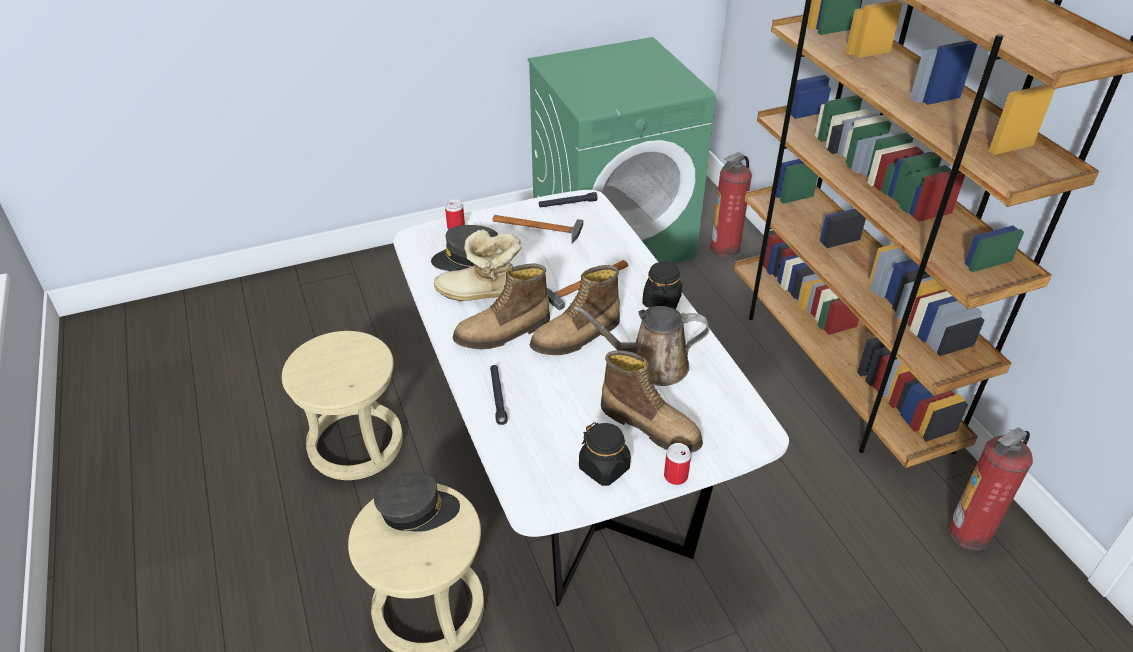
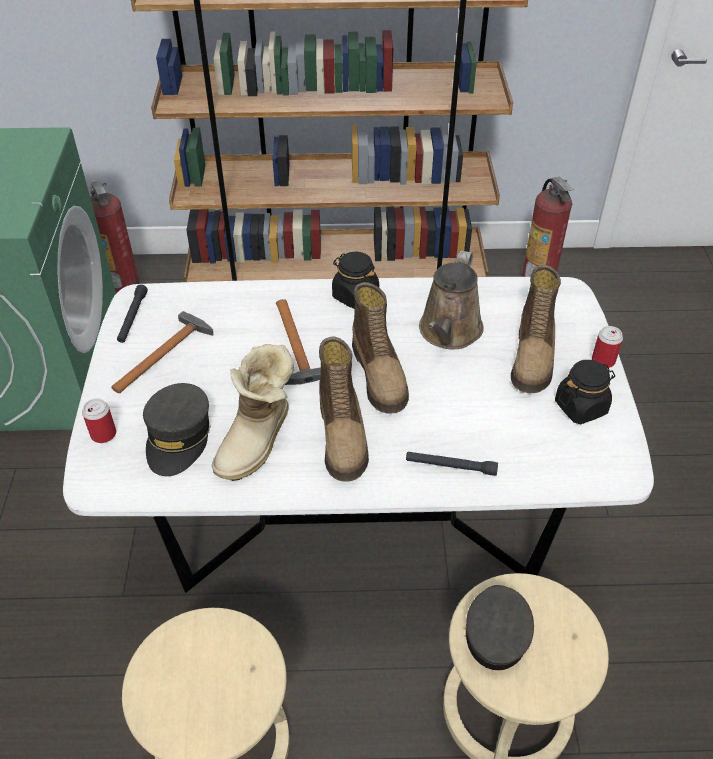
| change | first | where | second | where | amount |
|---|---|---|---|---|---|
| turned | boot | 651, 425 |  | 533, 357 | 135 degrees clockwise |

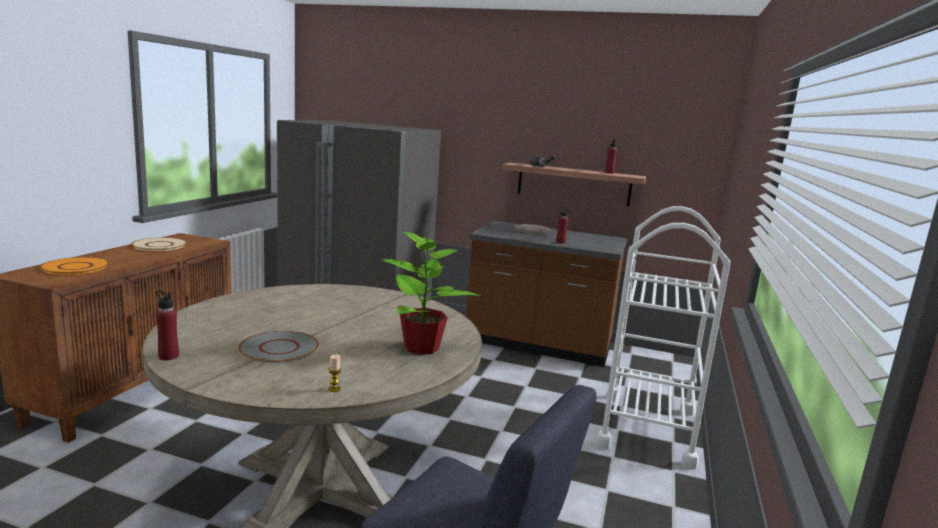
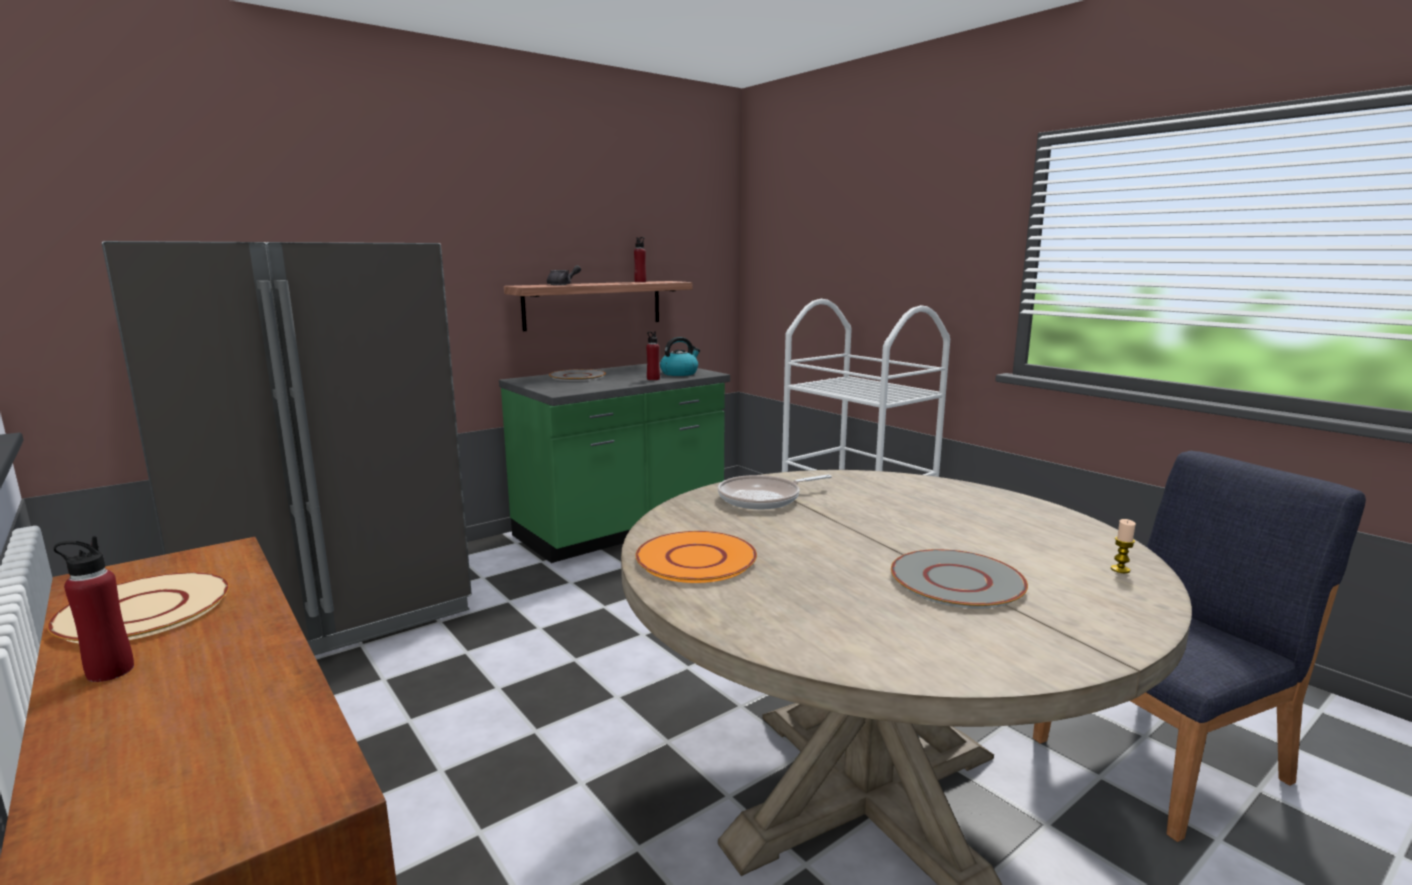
| change | first | where | second | where | amount |
|---|---|---|---|---|---|
| removed | potted plant | 422, 348 |  |  |  |
| added |  |  | kettle | 679, 373 |  |
| added |  |  | frying pan | 764, 498 |  |
| moved | plate/orange | 75, 267 |  | 696, 559 |  |
| moved | bottle/red | 168, 356 |  | 110, 671 |  |
| recoloured | counter/brown | 538, 345 | counter/green | 621, 529 |  |

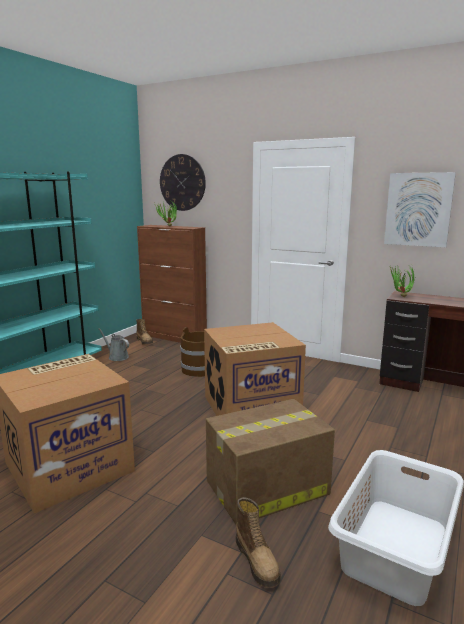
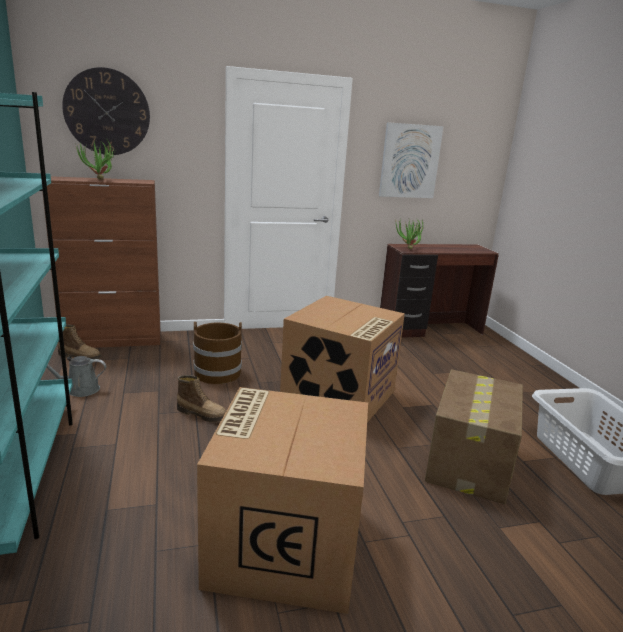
| change | first | where | second | where | amount |
|---|---|---|---|---|---|
| moved | boot | 257, 561 |  | 202, 414 |  |

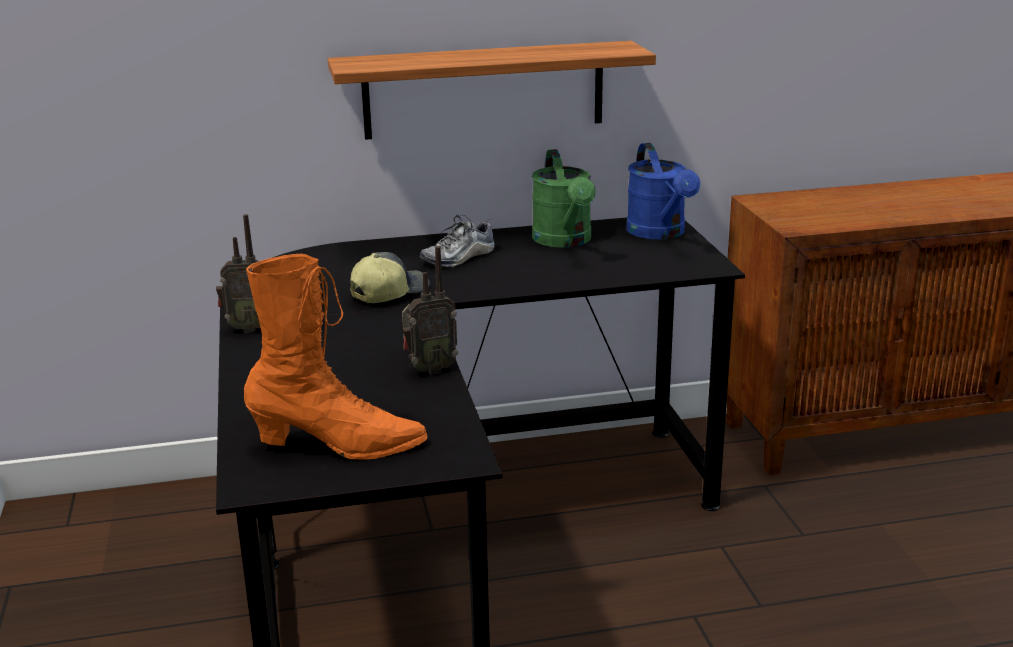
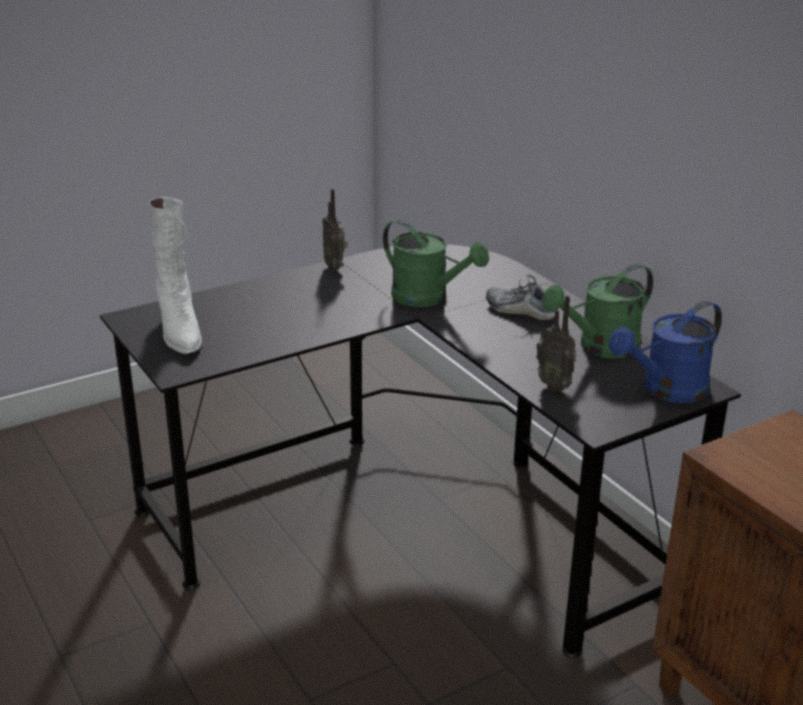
| change | first | where | second | where | amount |
|---|---|---|---|---|---|
| removed | shelf | 484, 90 |  |  |  |
| moved | radio | 429, 370 |  | 555, 386 |  |
| replaced | cap | 389, 292 | watering can/green | 428, 298 |  |
| recoloured | boot/orange | 338, 446 | boot/white | 179, 331 |  |

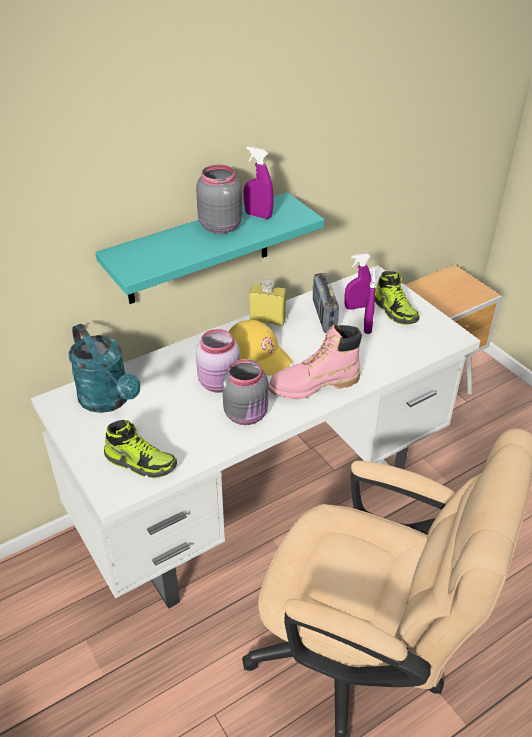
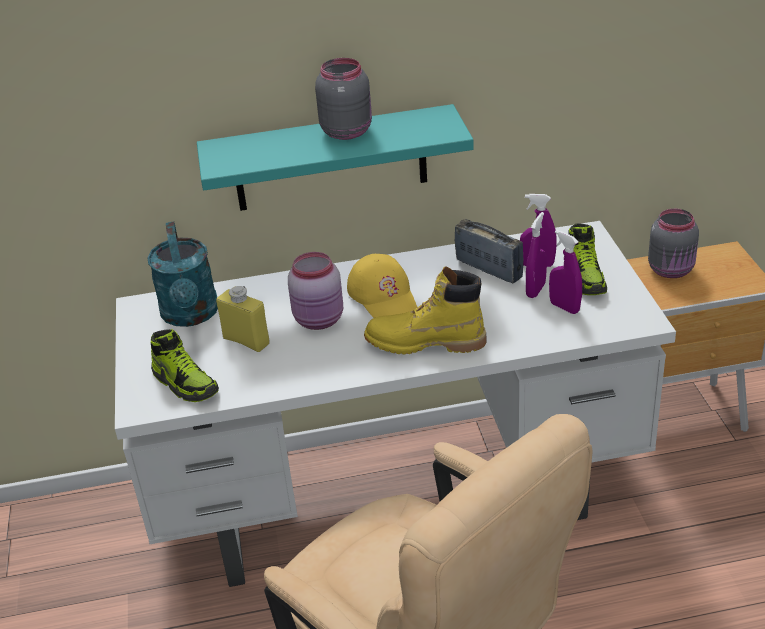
| change | first | where | second | where | amount |
|---|---|---|---|---|---|
| moved | jar/grey | 247, 414 |  | 672, 270 |  |
| moved | spray bottle/purple | 258, 215 |  | 564, 307 |  |
| moved | bottle/yellow | 267, 320 |  | 246, 341 |  |
| recoloured | boot/pink | 313, 385 | boot/yellow | 425, 343 |  |
| turned | radio | 324, 316 |  | 489, 269 | 120 degrees clockwise |

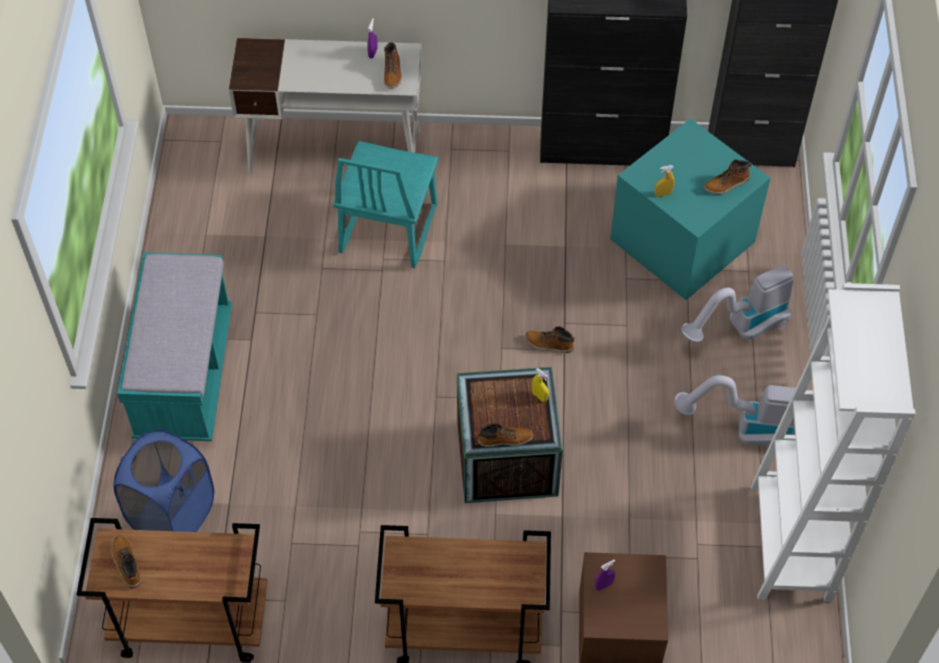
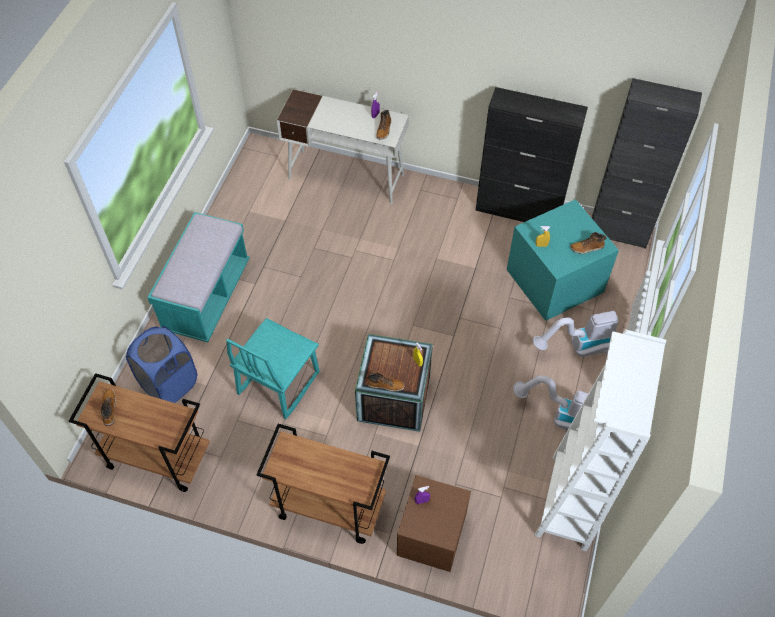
| change | first | where | second | where | amount |
|---|---|---|---|---|---|
| removed | boot | 548, 344 |  |  |  |
| moved | chair/turquoise | 387, 228 |  | 278, 383 |  |

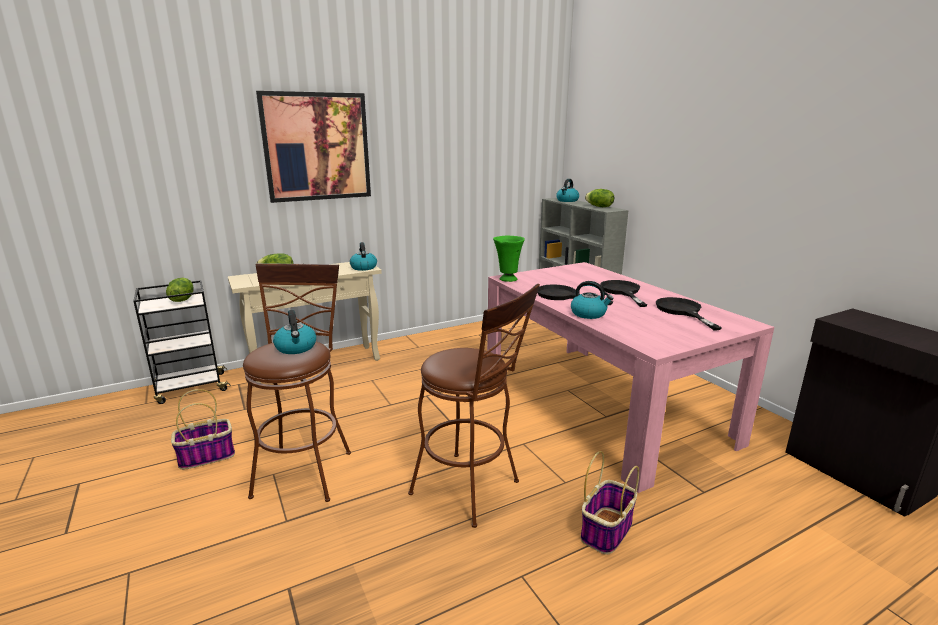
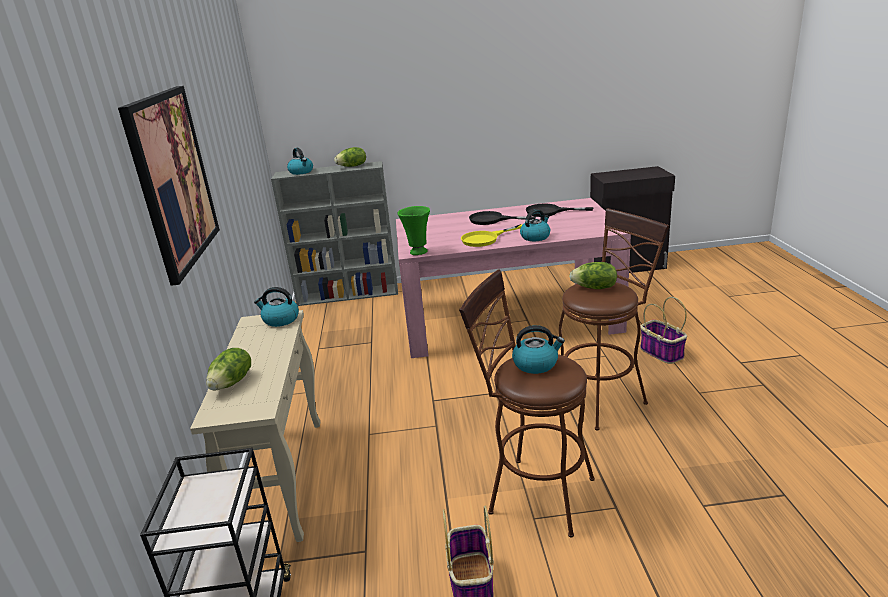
| change | first | where | second | where | amount |
|---|---|---|---|---|---|
| moved | lettuce | 182, 299 |  | 594, 288 |  |
| recoloured | frying pan/black | 563, 296 | frying pan/yellow | 485, 239 |  |

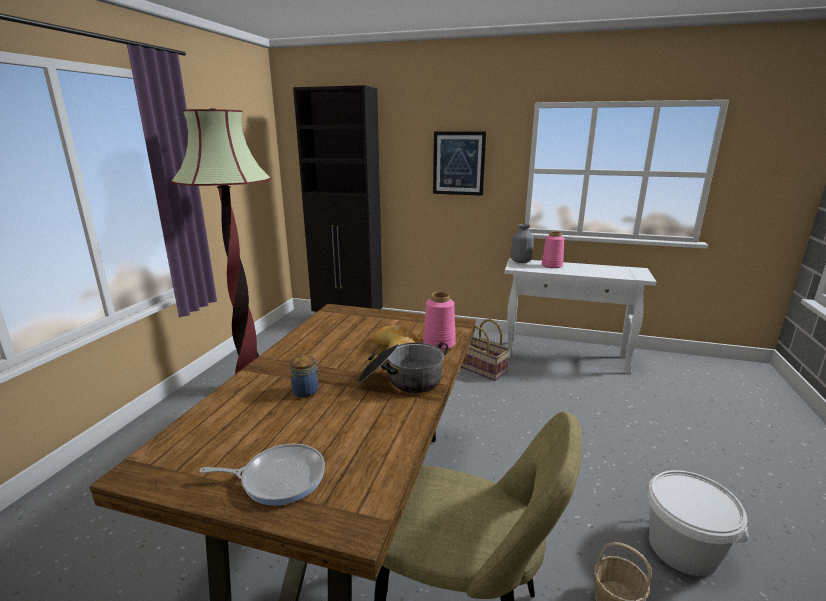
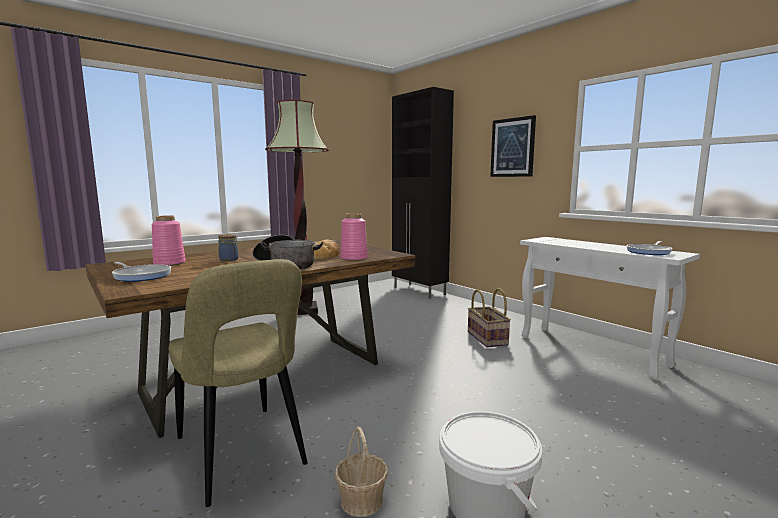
| change | first | where | second | where | amount |
|---|---|---|---|---|---|
| removed | vase/grey | 521, 261 |  |  |  |
| added |  |  | frying pan | 649, 252 |  |
| moved | vase/pink | 551, 265 |  | 169, 263 |  |

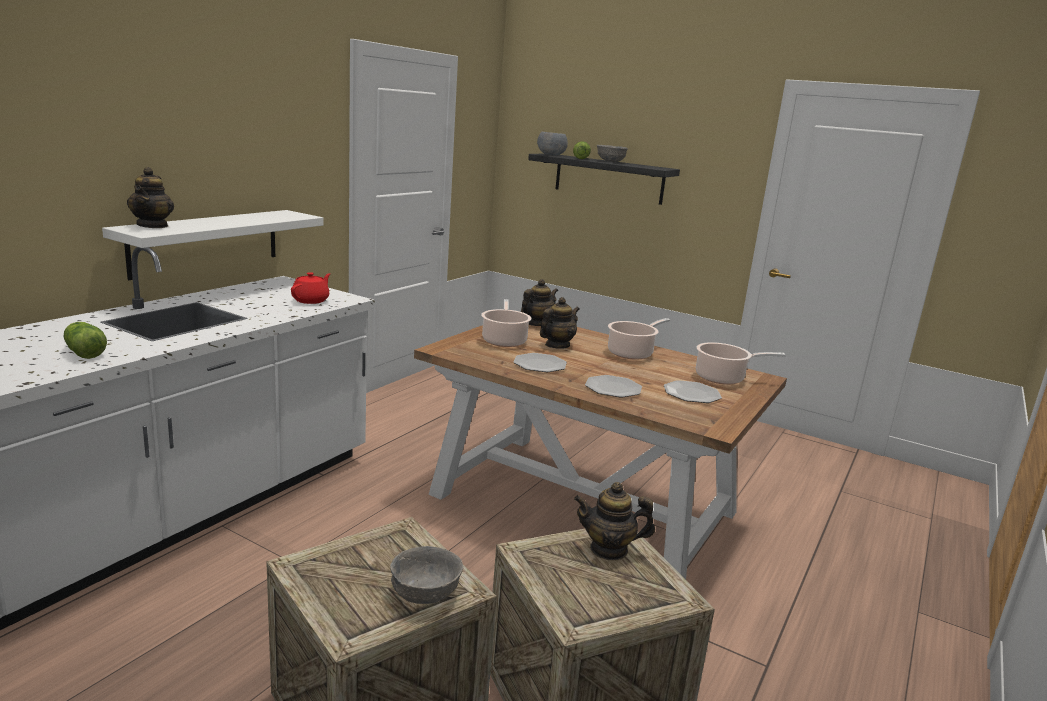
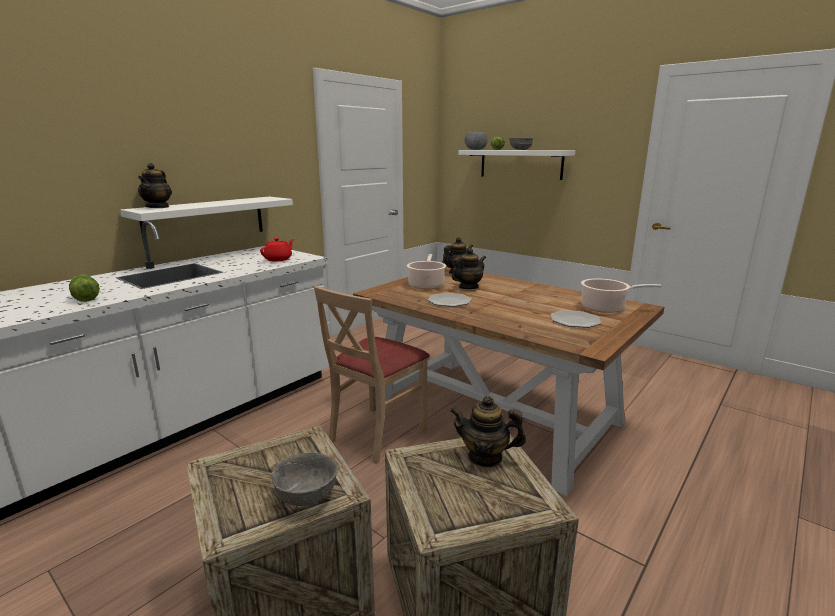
| change | first | where | second | where | amount |
|---|---|---|---|---|---|
| removed | plate | 613, 388 |  |  |  |
| removed | cooking pot | 632, 353 |  |  |  |
| added |  |  | chair/beige | 376, 434 |  |
| recoloured | shelf/black | 609, 178 | shelf/white | 520, 164 |  |

